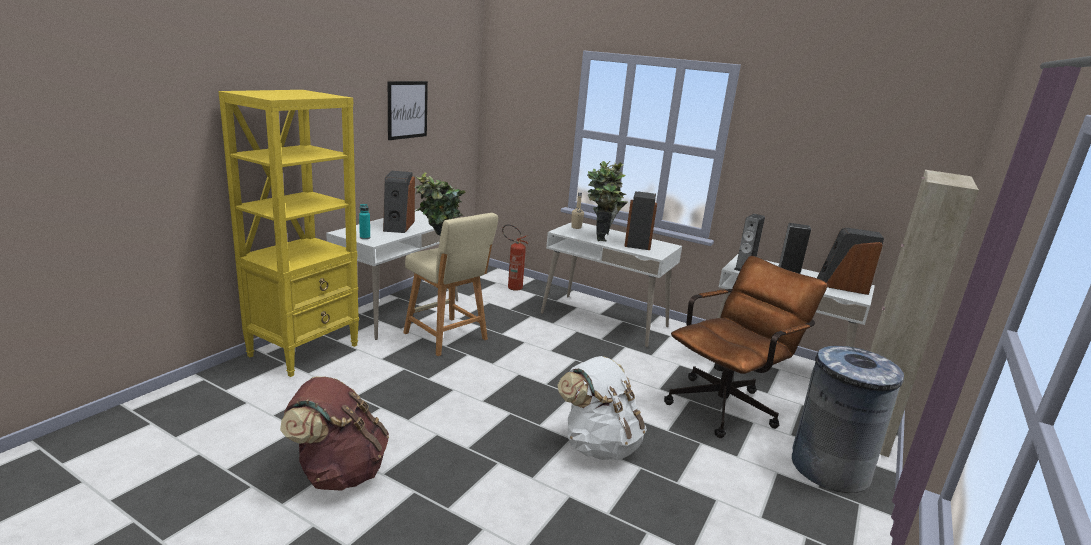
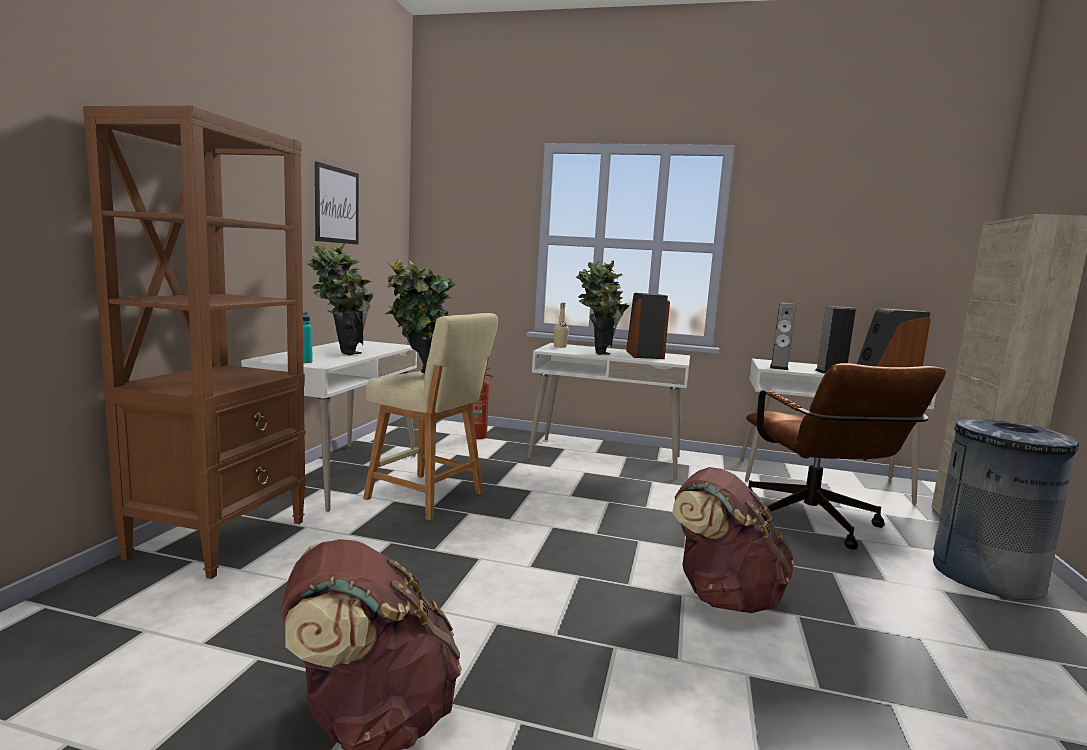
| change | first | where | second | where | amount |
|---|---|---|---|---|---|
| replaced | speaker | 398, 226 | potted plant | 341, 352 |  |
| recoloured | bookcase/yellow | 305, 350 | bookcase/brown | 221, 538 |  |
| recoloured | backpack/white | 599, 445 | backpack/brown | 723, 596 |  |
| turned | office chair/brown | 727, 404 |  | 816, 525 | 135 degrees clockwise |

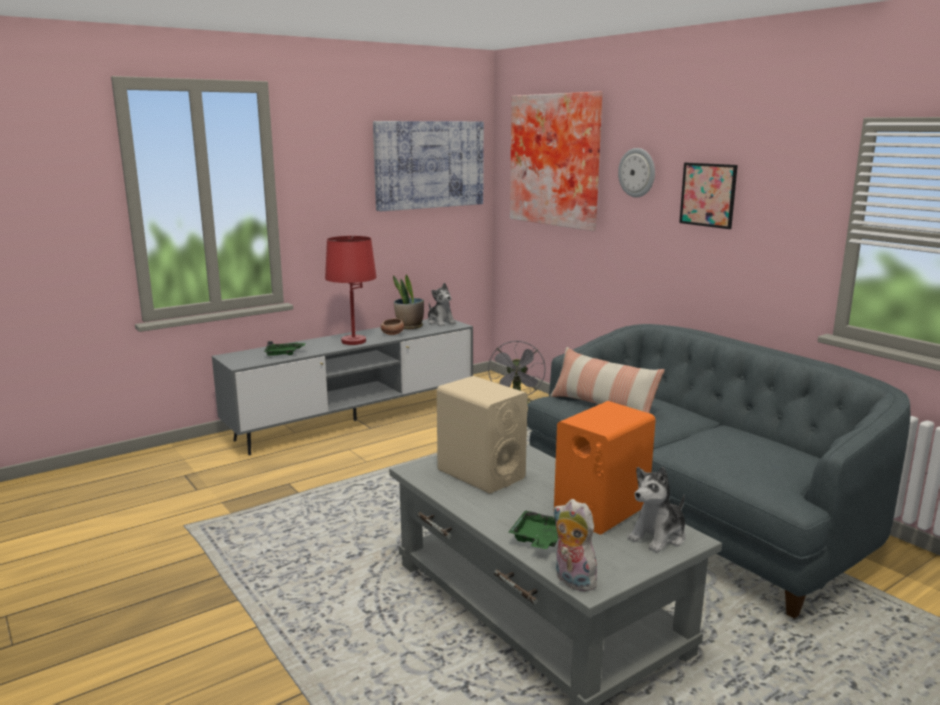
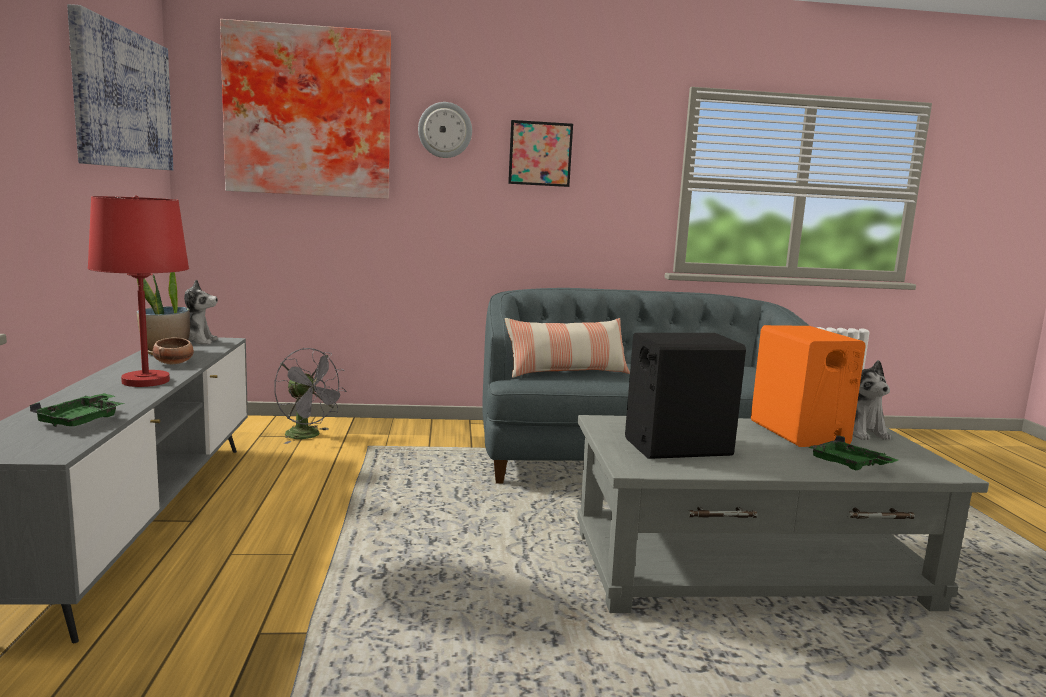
| change | first | where | second | where | amount |
|---|---|---|---|---|---|
| removed | plush toy | 572, 581 |  |  |  |
| recoloured | speaker/beige | 480, 474 | speaker/black | 676, 447 |  |

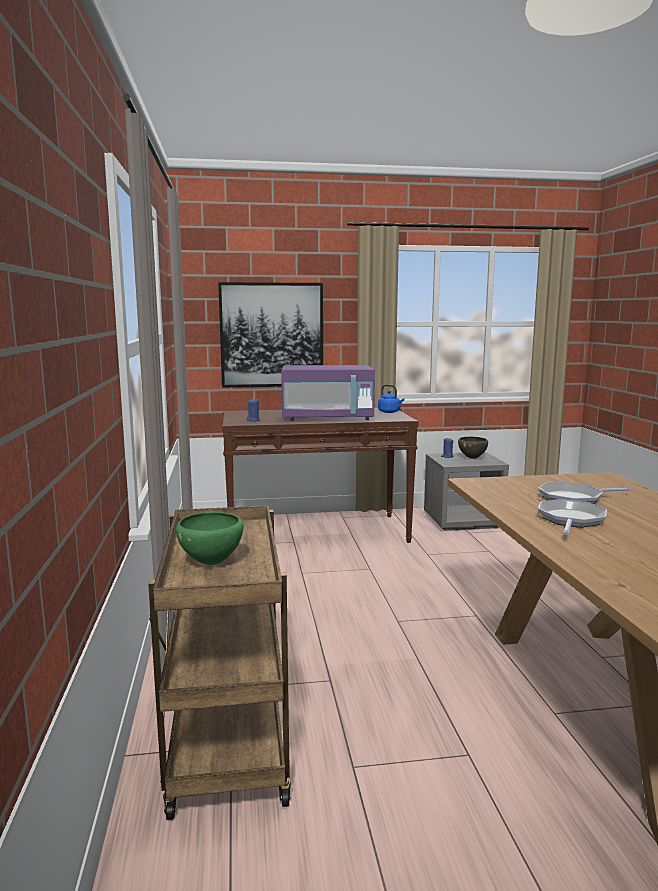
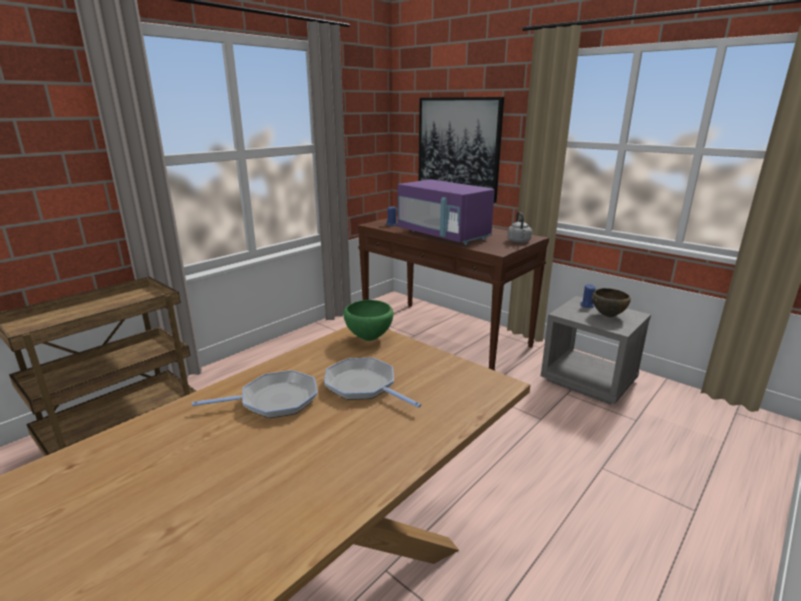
| change | first | where | second | where | amount |
|---|---|---|---|---|---|
| moved | bowl/green | 212, 563 |  | 370, 338 |  |
| recoloured | kettle/blue | 390, 412 | kettle/grey | 519, 241 |  |

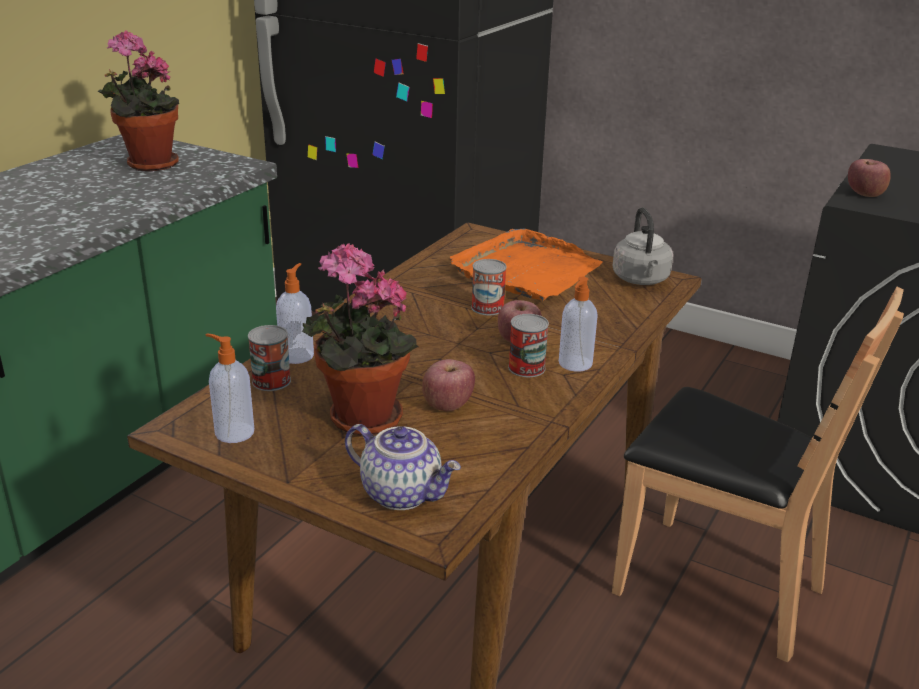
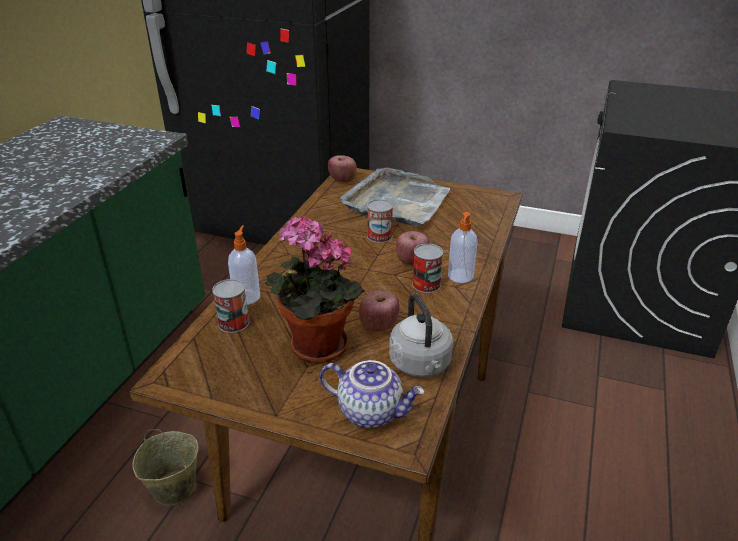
| change | first | where | second | where | amount |
|---|---|---|---|---|---|
| removed | potted plant | 148, 165 |  |  |  |
| removed | soap dispenser | 233, 432 |  |  |  |
| removed | chair/brown | 716, 587 |  |  |  |
| added |  |  | bucket/beige | 173, 489 |  |
| moved | kettle/grey | 641, 280 |  | 421, 365 |  |
| moved | apple | 865, 194 |  | 342, 180 |  |
| recoloured | tray/orange | 526, 271 | tray/grey | 397, 201 |  |

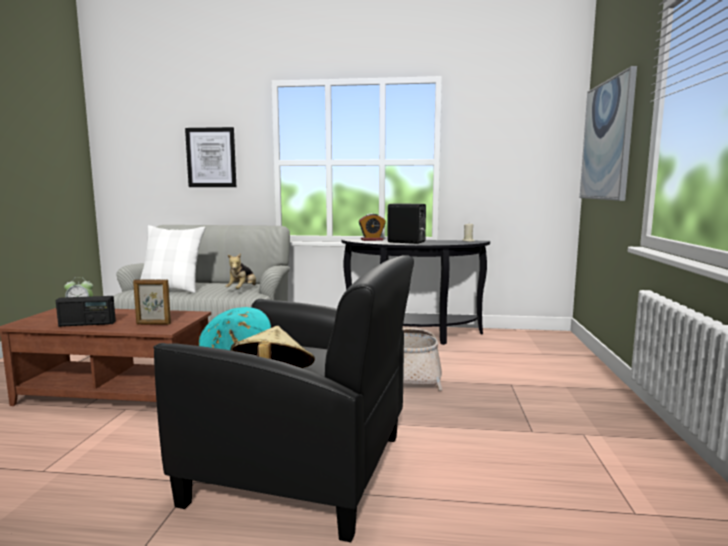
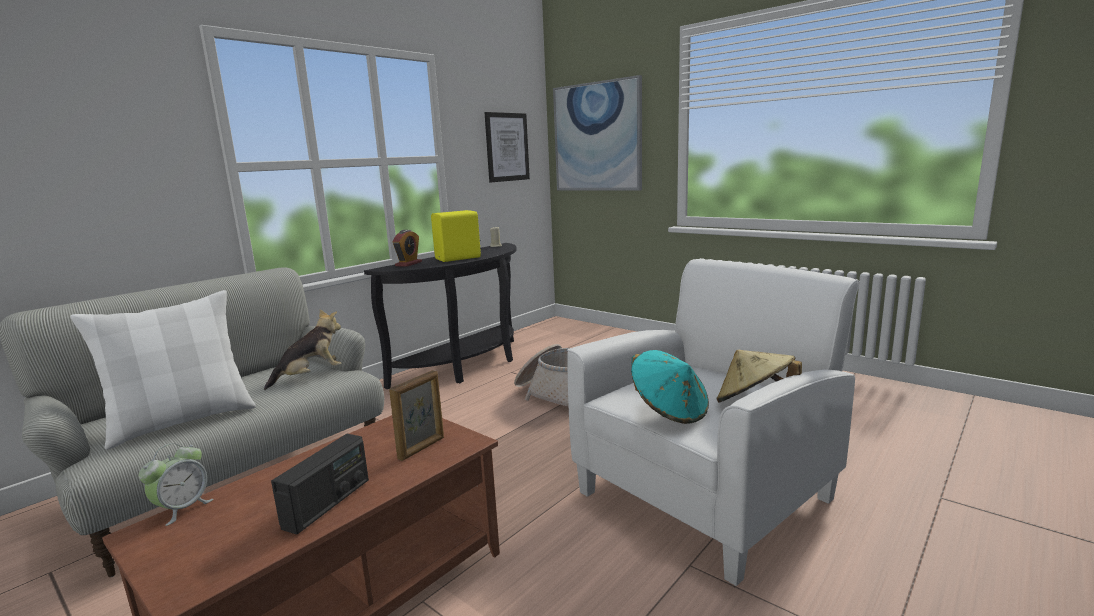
| change | first | where | second | where | amount |
|---|---|---|---|---|---|
| moved | picture | 211, 157 |  | 507, 147 |  |
| recoloured | armchair/black | 302, 469 | armchair/white | 706, 494 |  |
| recoloured | speaker/black | 406, 242 | speaker/yellow | 459, 258 |  |
| turned | plush toy | 242, 290 |  | 310, 376 | 90 degrees counterclockwise |

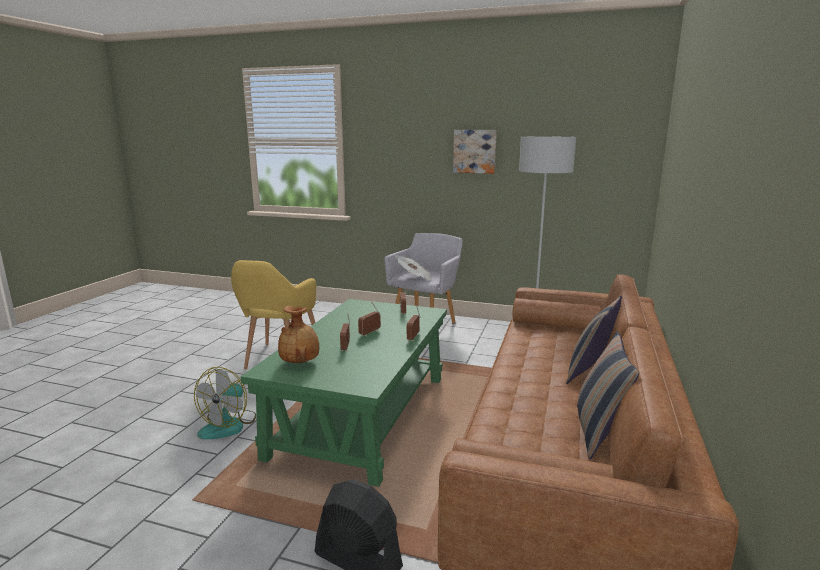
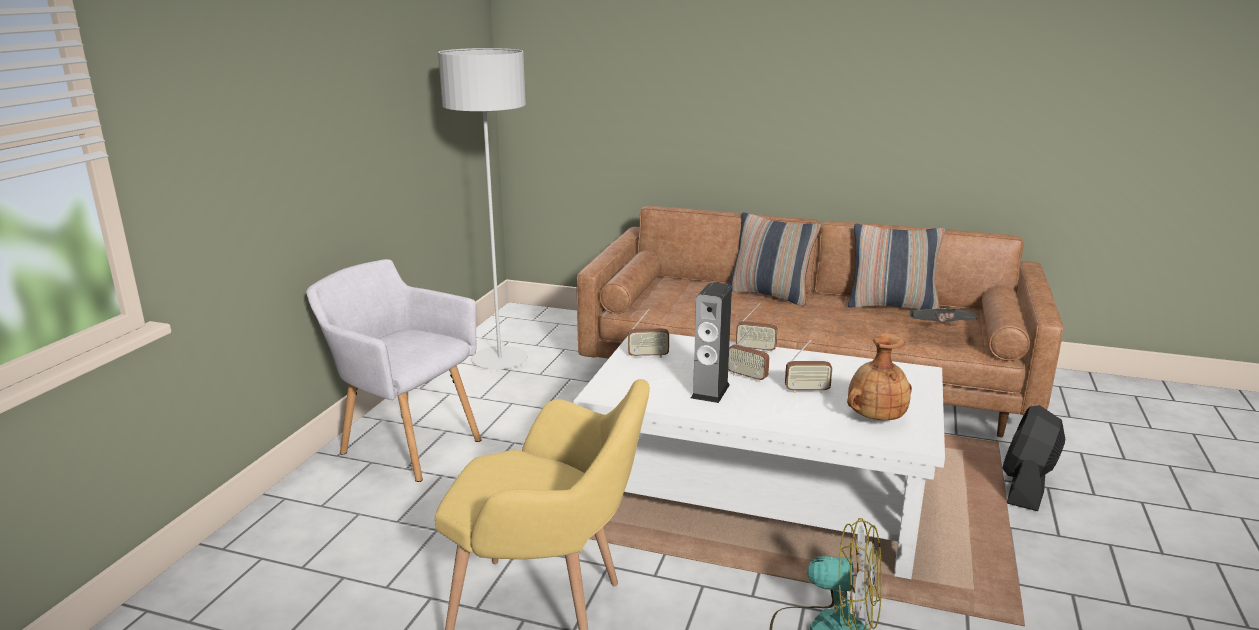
| change | first | where | second | where | amount |
|---|---|---|---|---|---|
| removed | picture | 474, 151 |  |  |  |
| added |  |  | speaker | 710, 391 |  |
| moved | newspaper | 414, 278 |  | 939, 332 |  |
| recoloured | coffee table/green | 362, 416 | coffee table/white | 759, 498 |  |

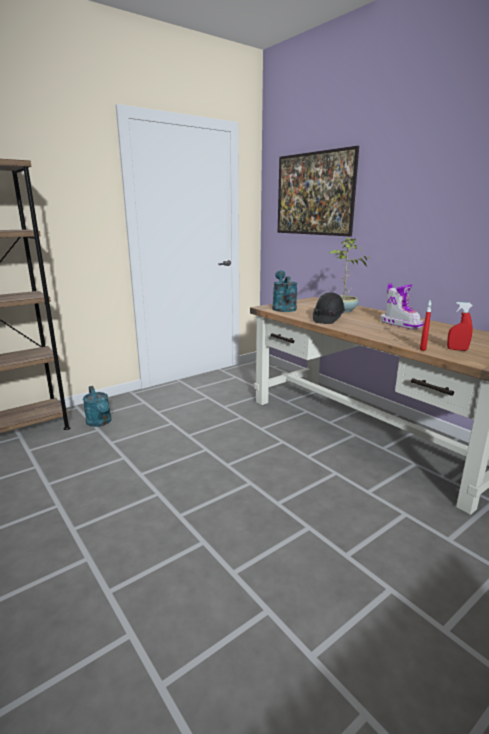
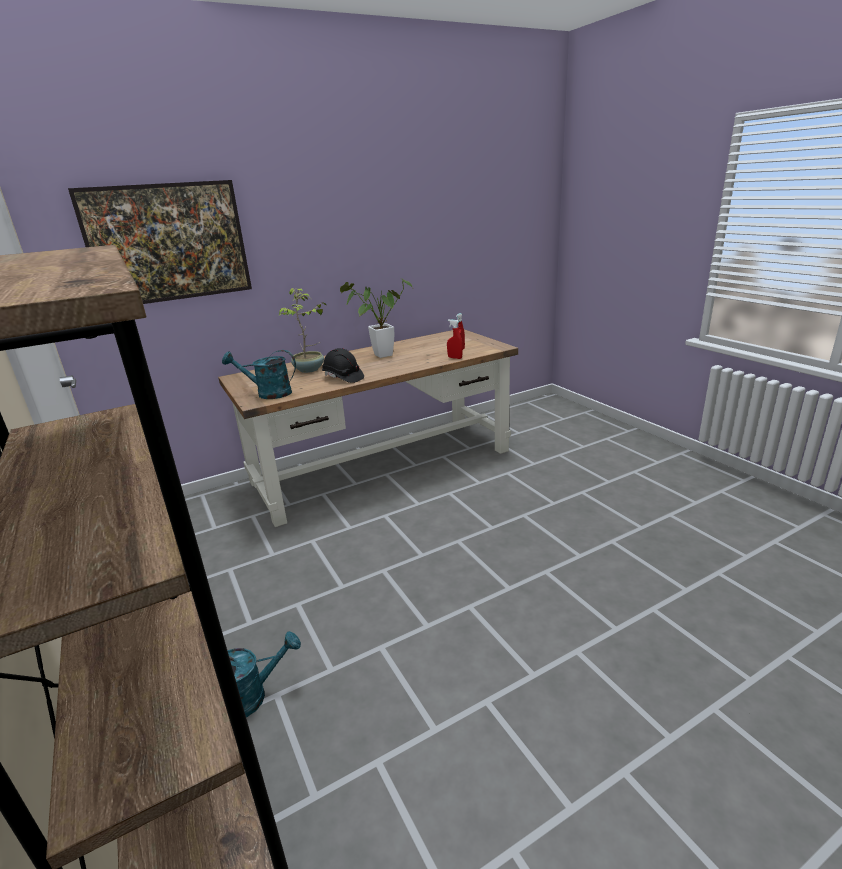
| change | first | where | second | where | amount |
|---|---|---|---|---|---|
| replaced | boot | 400, 324 | potted plant | 379, 356 |  |

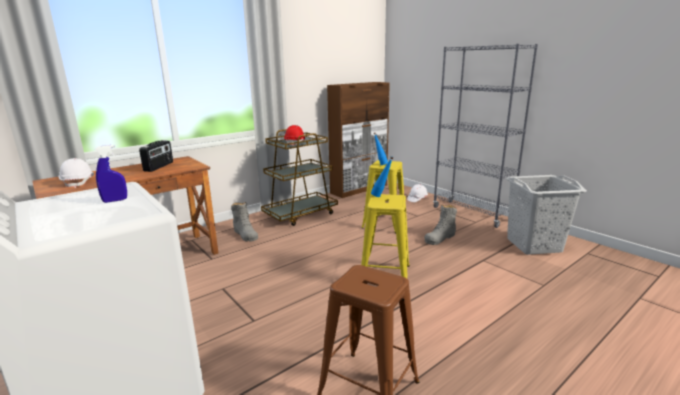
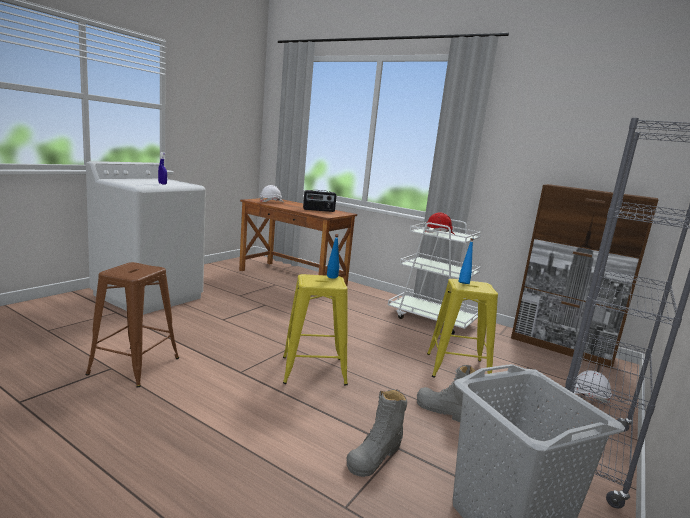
| change | first | where | second | where | amount |
|---|---|---|---|---|---|
| moved | boot/grey | 245, 234 |  | 375, 455 |  |
| recoloured | cart/brown | 300, 214 | cart/white | 432, 319 |  |

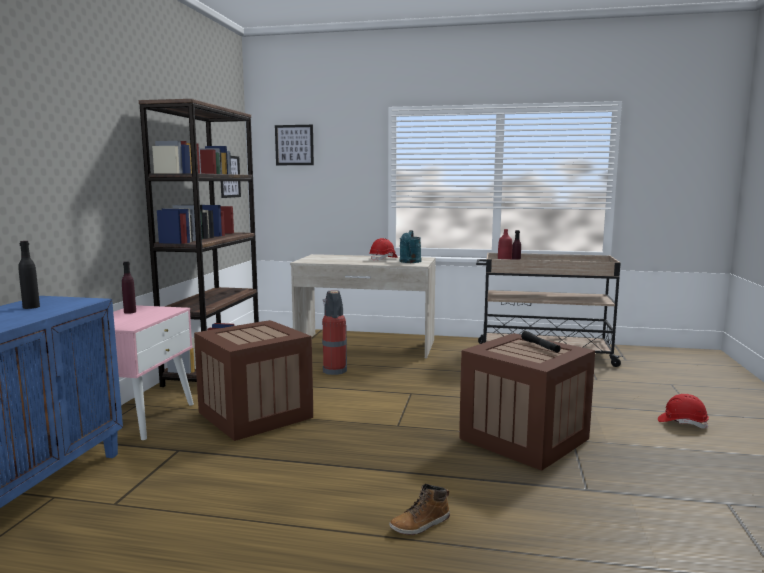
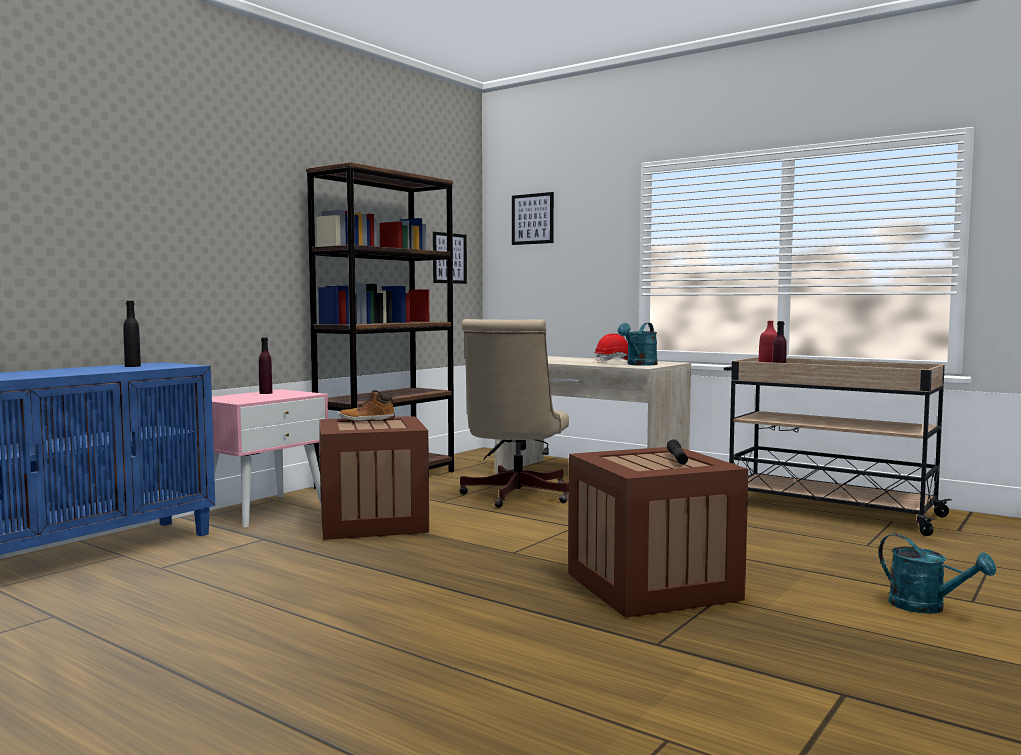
| change | first | where | second | where | amount |
|---|---|---|---|---|---|
| moved | boot | 420, 524 |  | 367, 420 |  |
| replaced | fire extinguisher | 334, 371 | office chair/beige | 514, 496 |  |
| replaced | hard hat/red | 682, 423 | watering can/turquoise | 926, 607 |  |

